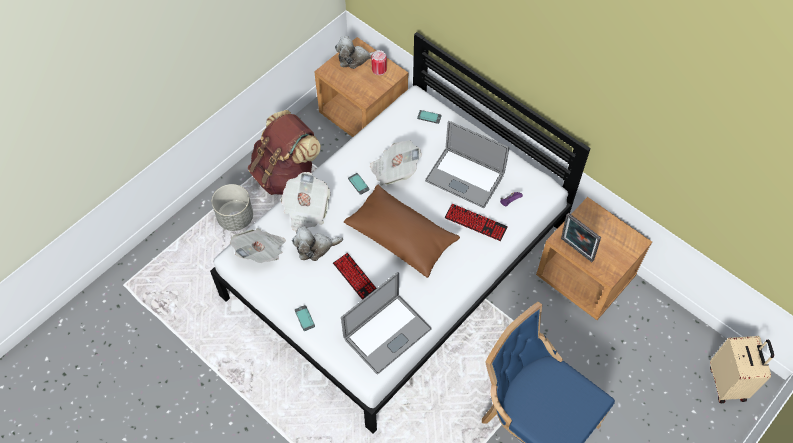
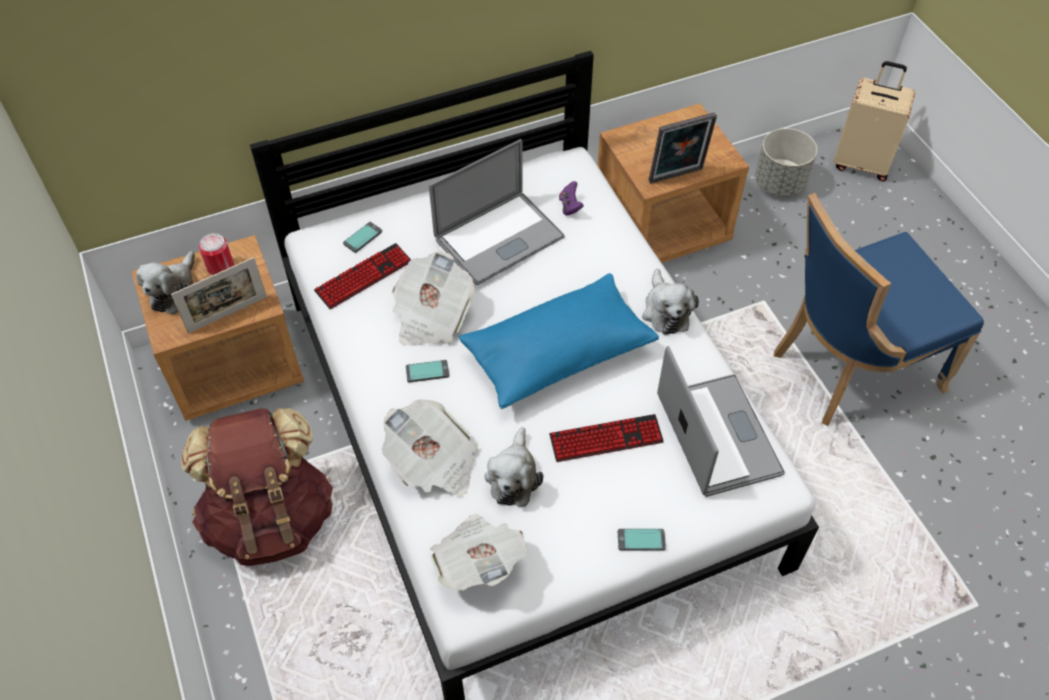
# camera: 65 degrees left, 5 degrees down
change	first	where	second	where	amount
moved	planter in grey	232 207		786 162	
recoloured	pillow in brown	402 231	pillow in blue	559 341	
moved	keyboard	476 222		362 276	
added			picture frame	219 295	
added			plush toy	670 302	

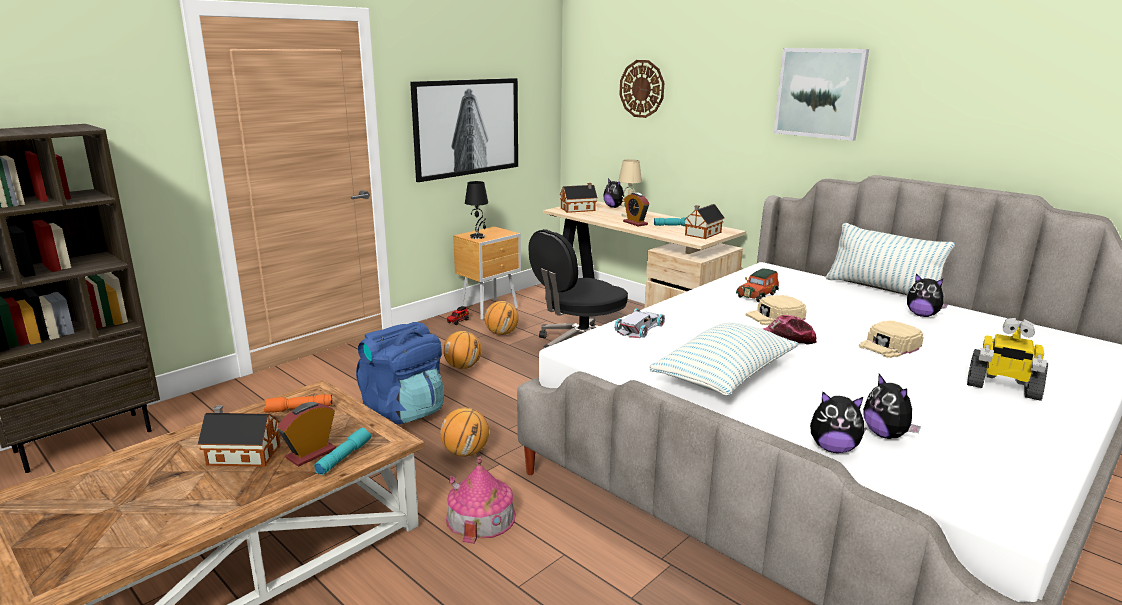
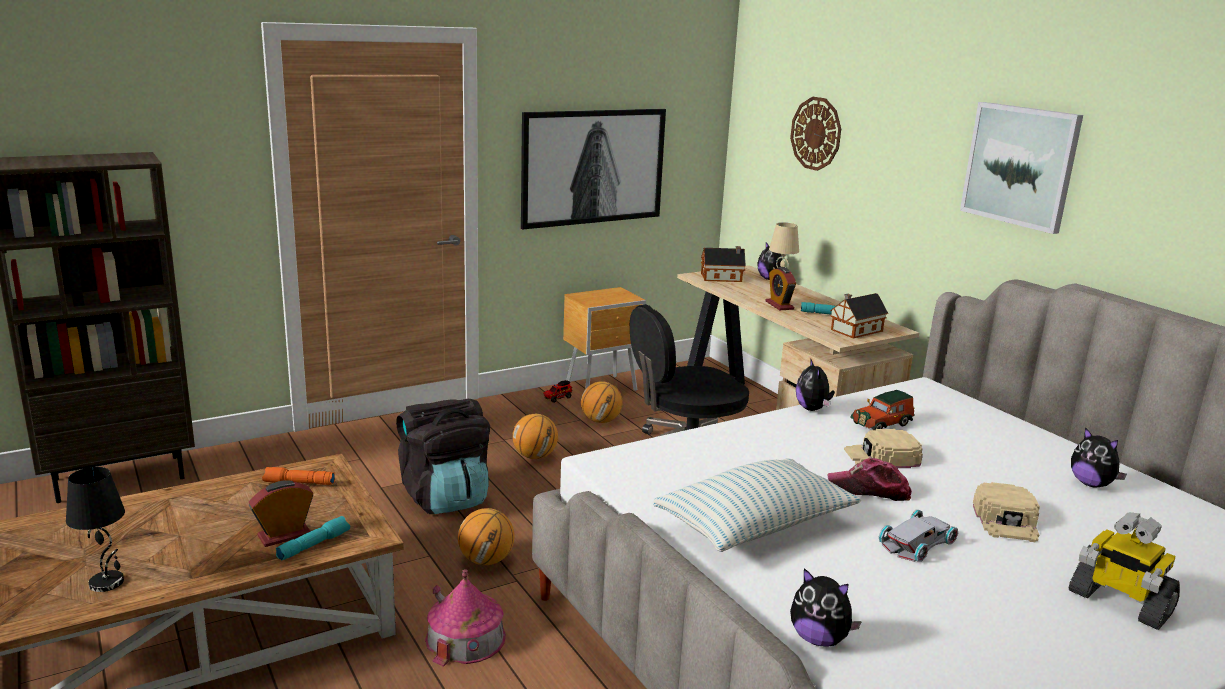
# camera: 15 degrees right, 0 degrees up
change	first	where	second	where	amount
removed	toy house	239 436			
recoloured	backpack in blue	400 373	backpack in black	443 456	
moved	table lamp in black	476 210		95 529	
moved	toy car in white	639 323		918 536	
removed	pillow	890 259			
turned	cap in beige	891 339		1006 512	60 degrees counterclockwise
moved	plush toy	892 406		815 384	

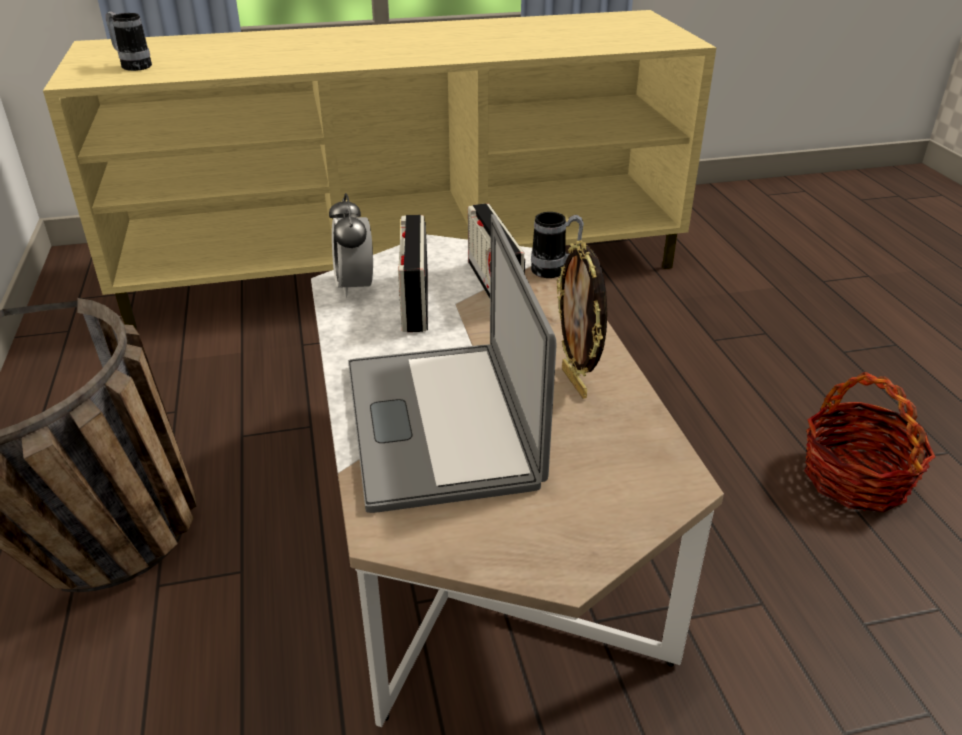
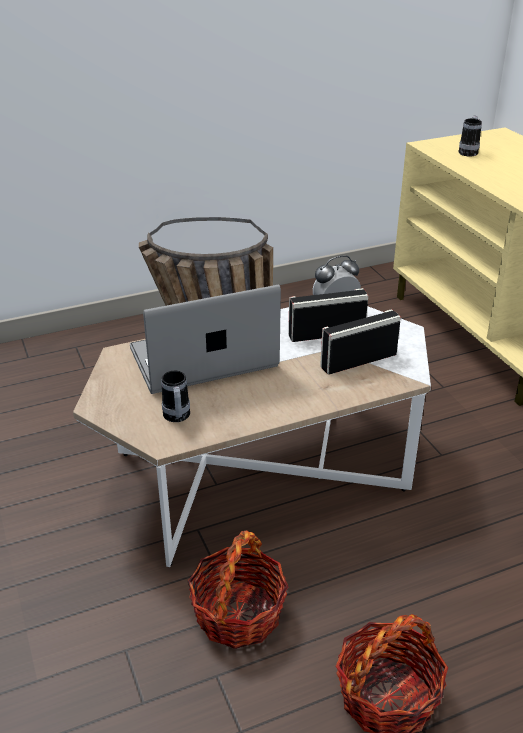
# camera: 80 degrees right, 0 degrees up
change	first	where	second	where	amount
moved	mug	557 245		175 396	
removed	picture frame	582 319			
added			basket	238 590	

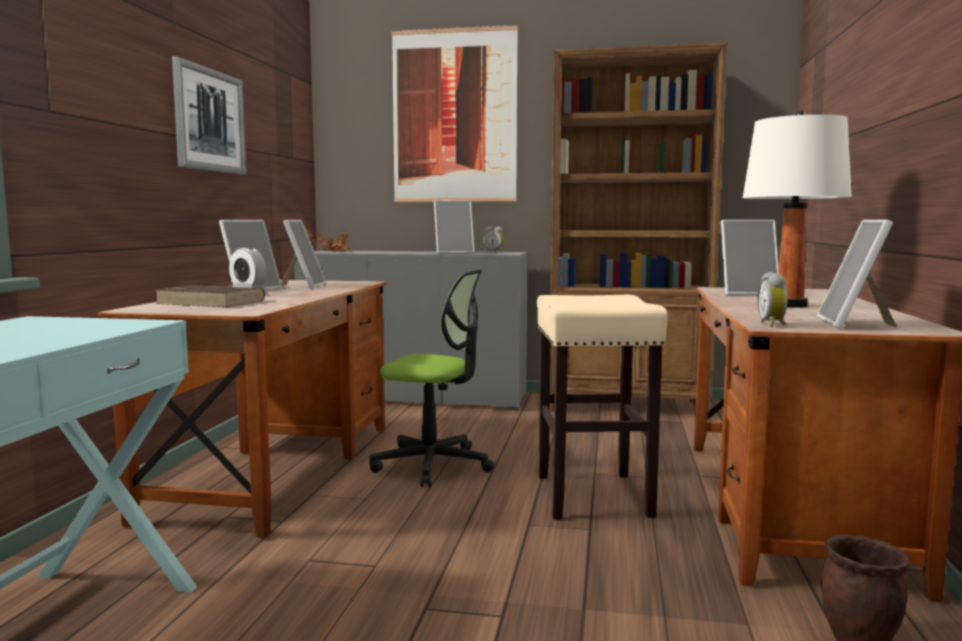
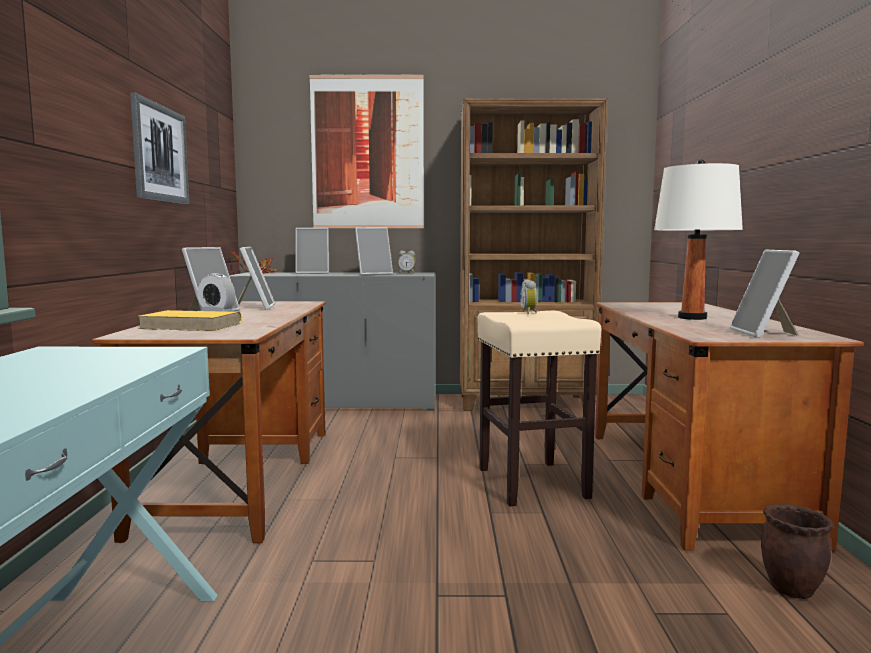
# camera: 10 degrees left, 0 degrees up
change	first	where	second	where	amount
recoloured	book in brown	209 296	book in yellow	190 320	
removed	office chair	432 378			
moved	picture frame	750 258		312 251	
moved	alarm clock	772 299		528 297	

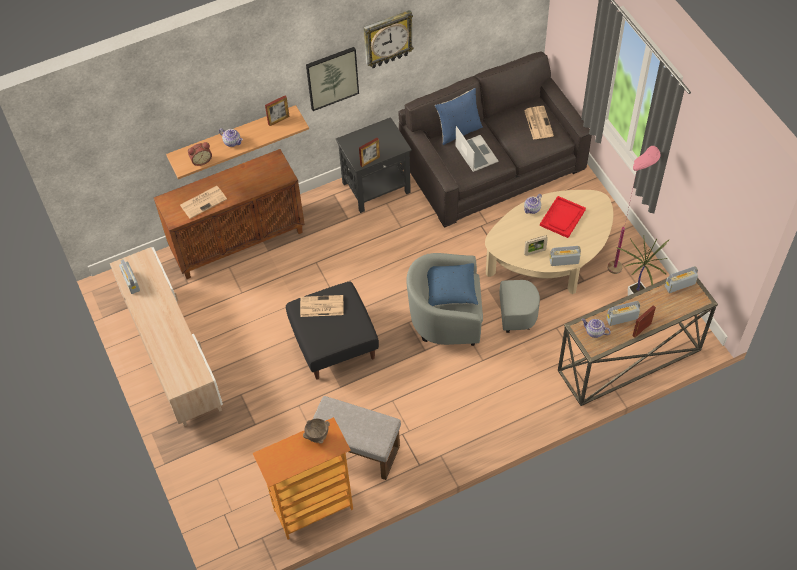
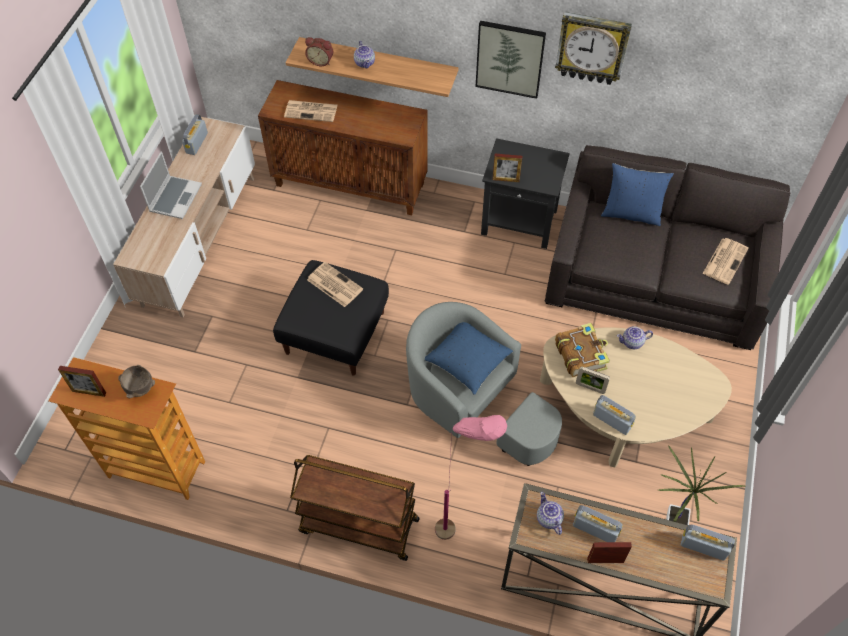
# camera: 40 degrees right, 0 degrees up
change	first	where	second	where	amount
moved	picture frame	277 111		82 381	
removed	ottoman in grey	357 438			
moved	laptop	476 149		171 185	
removed	tray in red	563 217			
moved	floor lamp in pink	634 210		471 477	
added			cart in brown	355 508	
added			book	582 350	

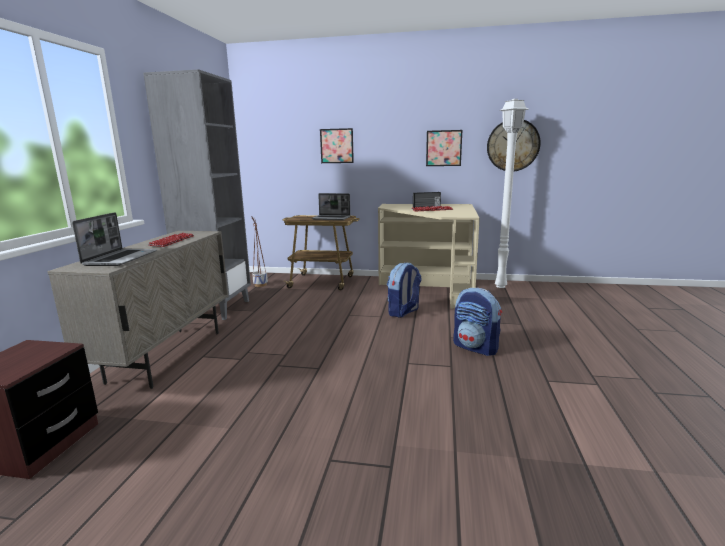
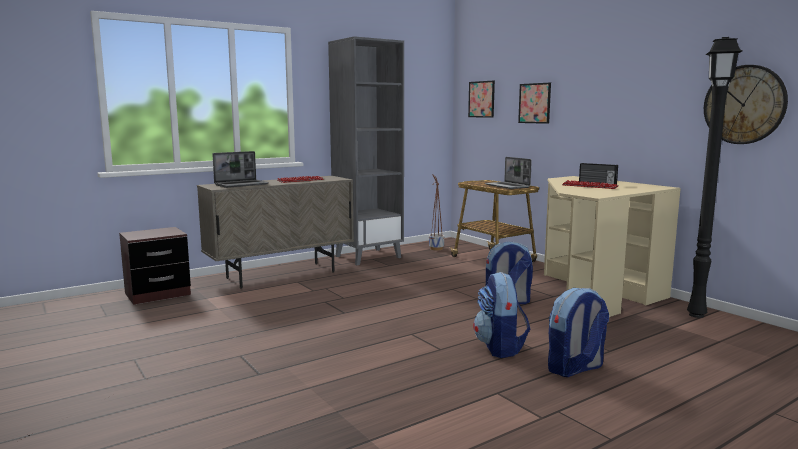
# camera: 45 degrees right, 5 degrees down
change	first	where	second	where	amount
moved	picture	444 148		481 99	
recoloured	floor lamp in white	511 193	floor lamp in black	715 177	
added			backpack	578 332	

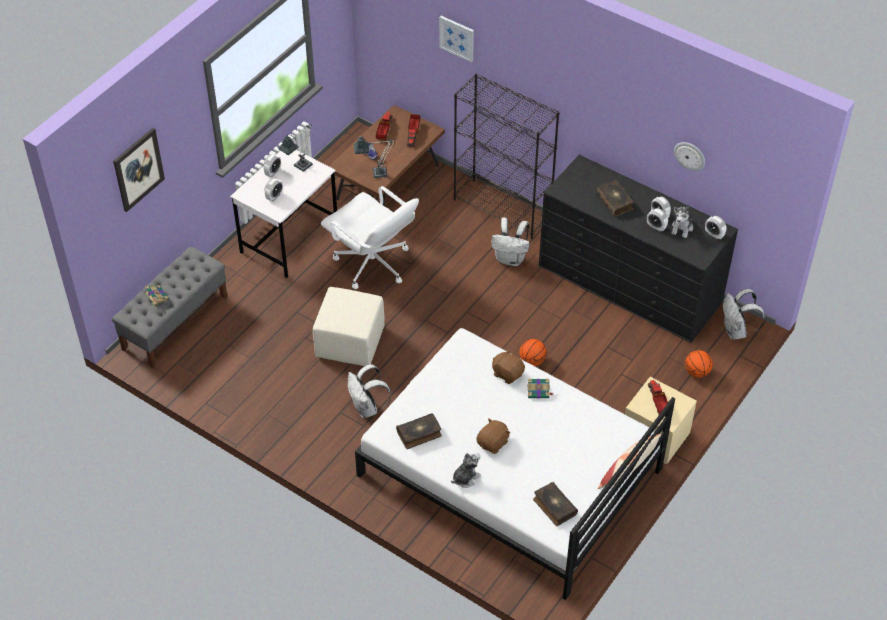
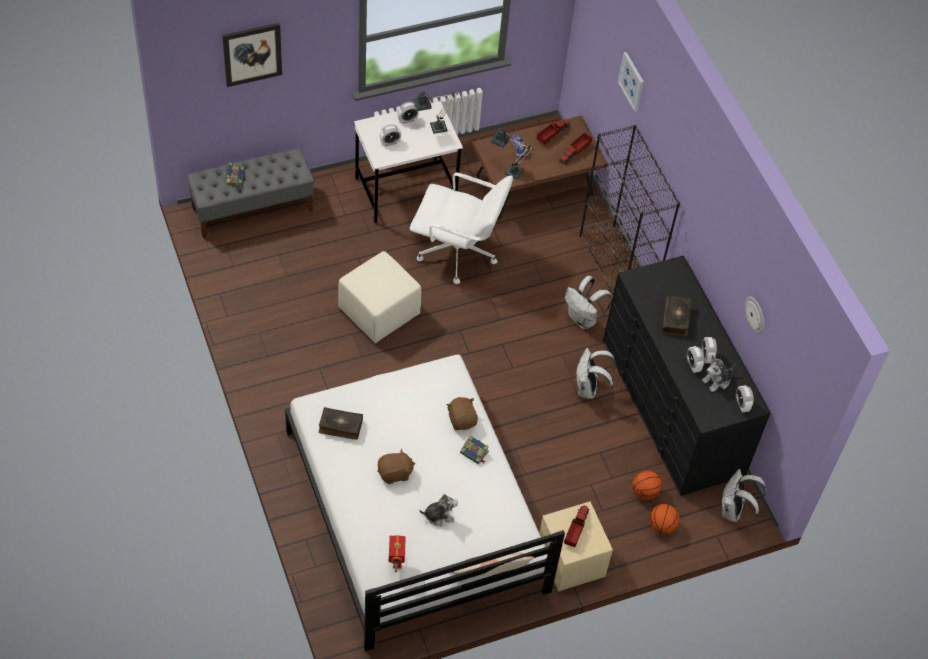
# camera: 30 degrees right, 5 degrees up
change	first	where	second	where	amount
turned	office chair in white	370 237		461 228	60 degrees counterclockwise
moved	backpack in white	370 391		595 373	
moved	plush toy	466 470		439 510	
moved	basketball	533 352		647 485	
replaced	book	555 504	toy robot	397 553	

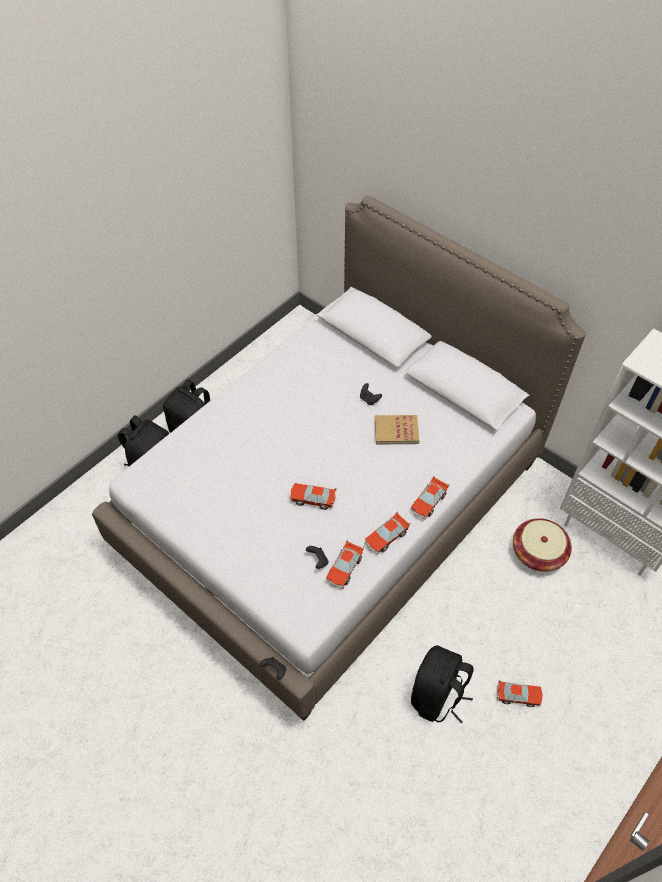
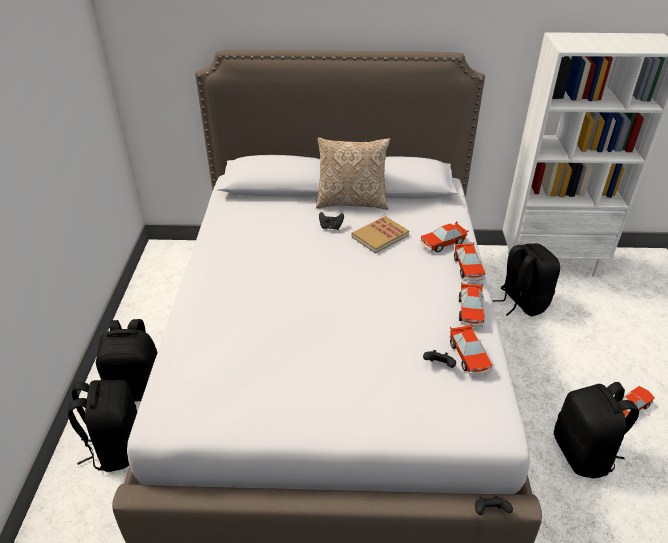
# camera: 40 degrees left, 15 degrees down
change	first	where	second	where	amount
moved	toy car	313 496		444 236	
replaced	basket	542 545	backpack in black	526 280	
added			pillow	353 173	

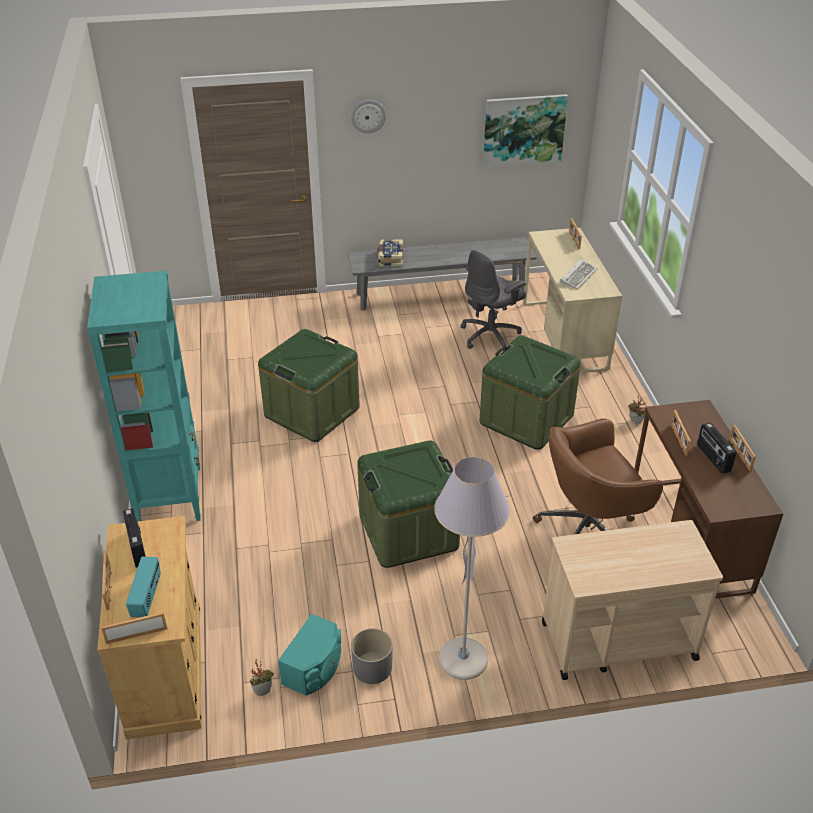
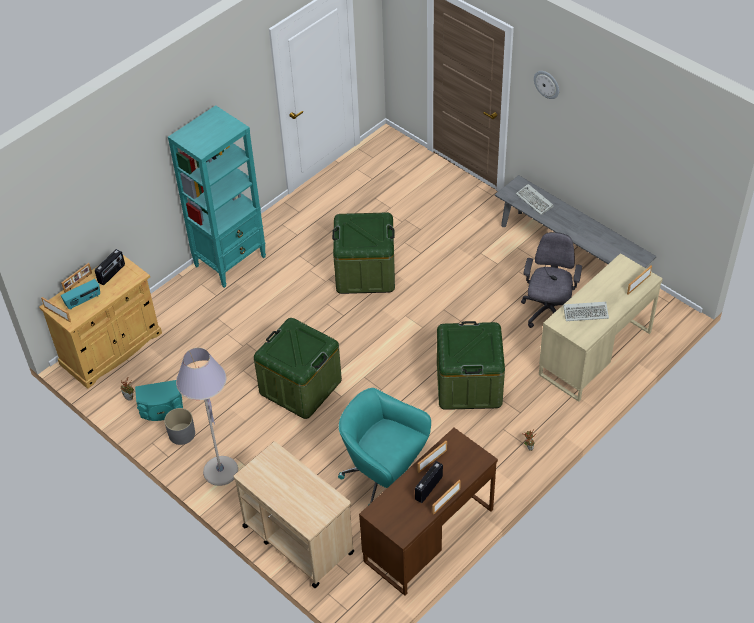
# camera: 55 degrees right, 10 degrees up
change	first	where	second	where	amount
replaced	book	390 253	keyboard	535 199	
turned	office chair in grey	493 300		551 280	90 degrees clockwise
removed	picture	525 131			
recoloured	office chair in brown	598 476	office chair in turquoise	384 445	

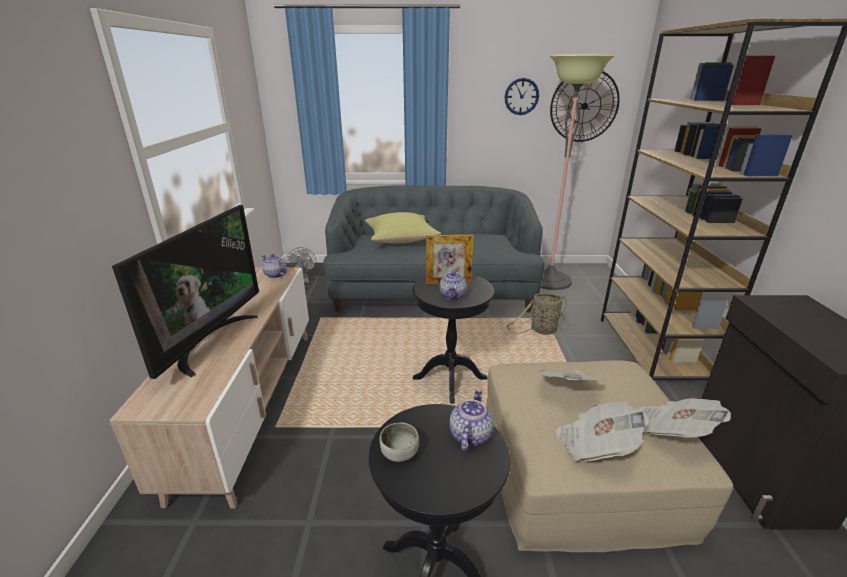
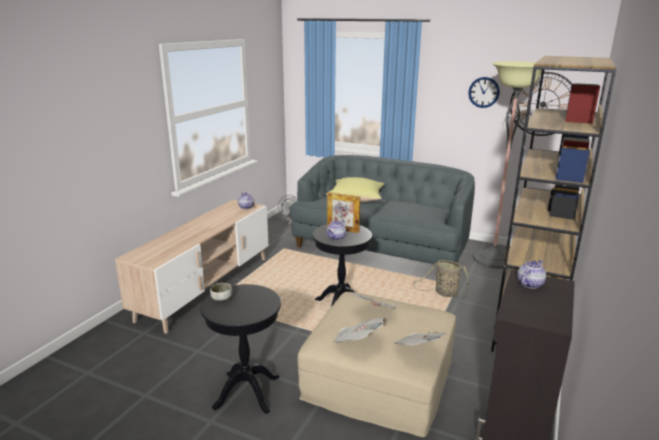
# camera: 25 degrees right, 5 degrees down
change	first	where	second	where	amount
removed	television	185 292			
moved	teapot	472 420		531 274	

